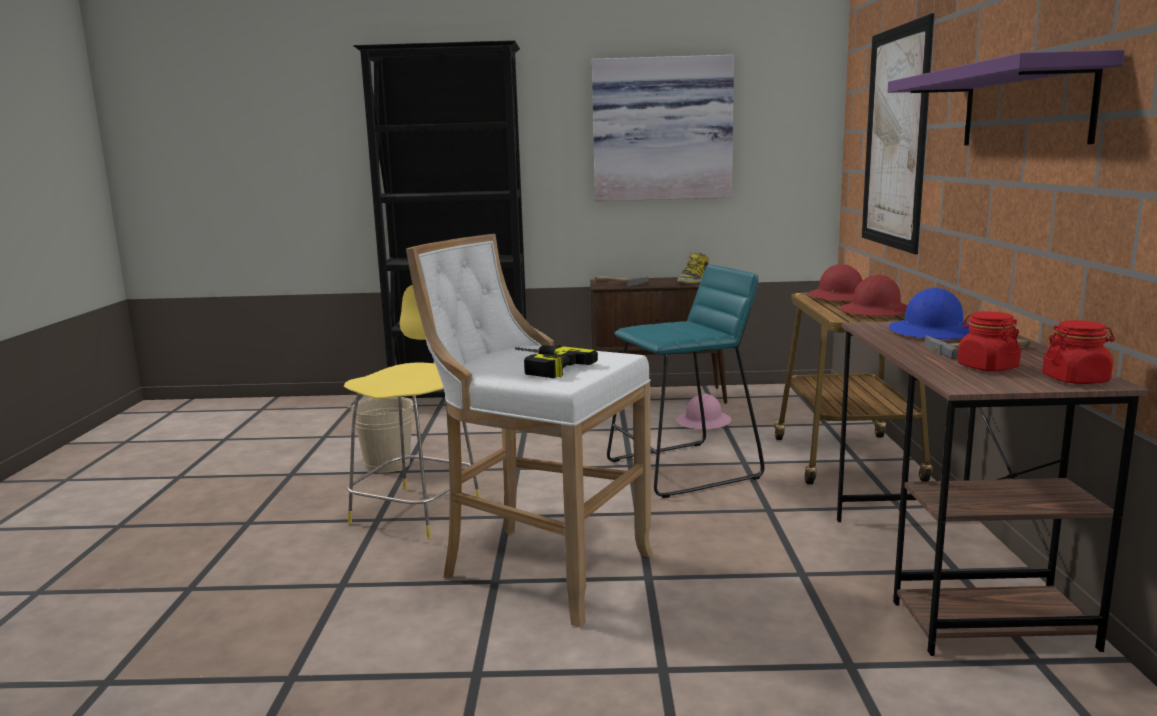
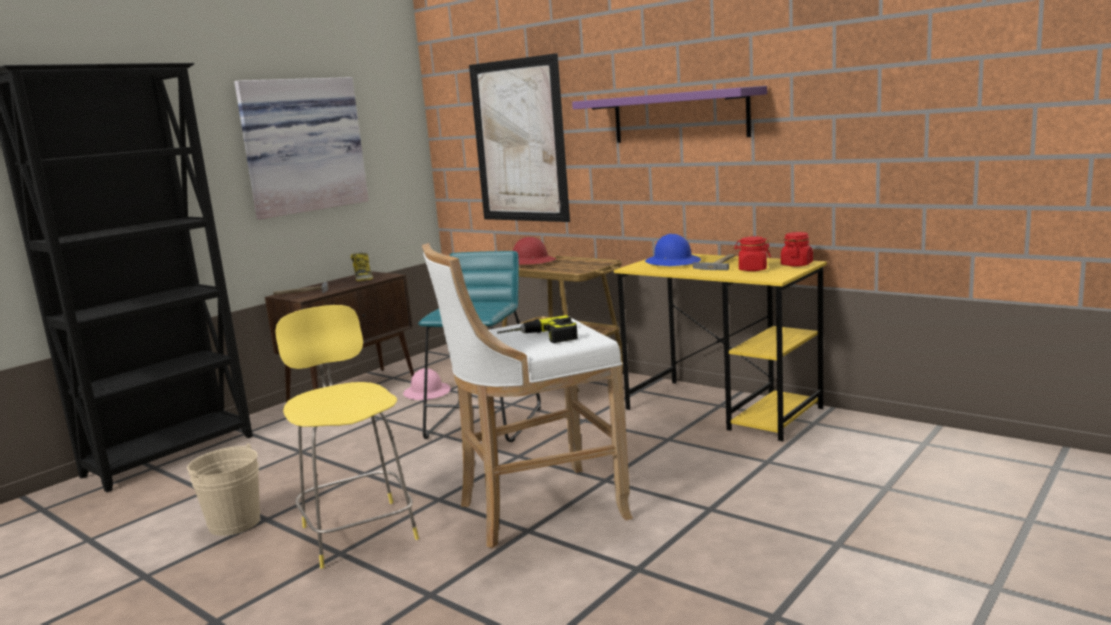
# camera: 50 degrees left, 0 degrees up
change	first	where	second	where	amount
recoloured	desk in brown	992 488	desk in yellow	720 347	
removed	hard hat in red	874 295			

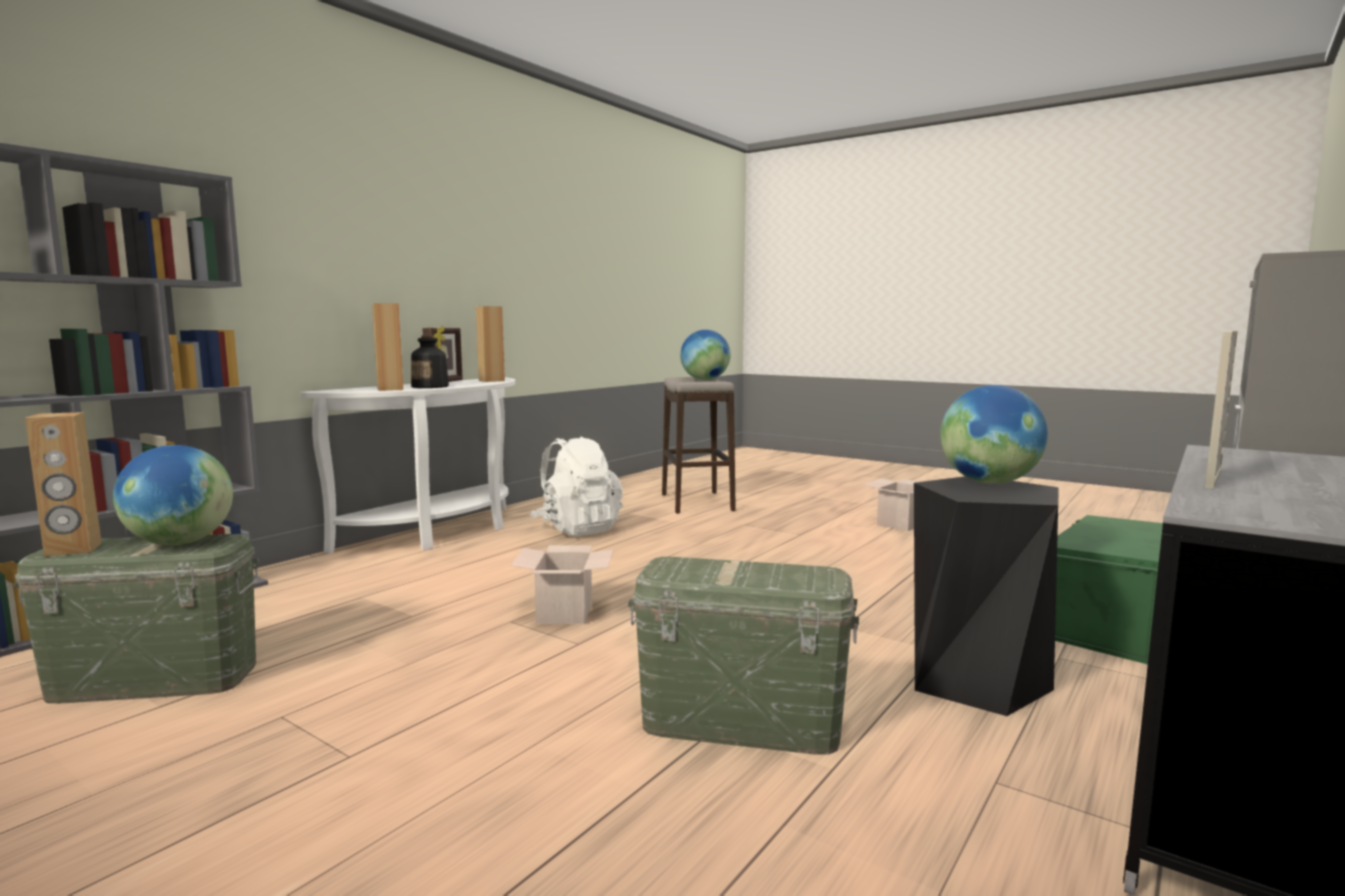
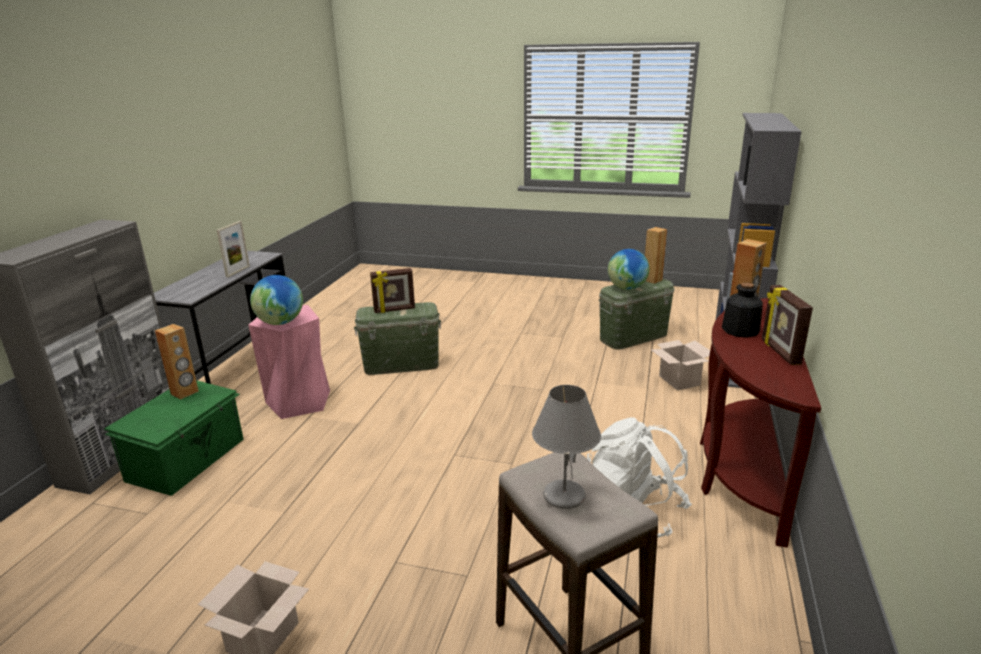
# camera: 160 degrees right, 15 degrees up
change	first	where	second	where	amount
recoloured	console table in white	407 466	console table in brown	760 423	
moved	speaker in brown	490 344		177 362	
moved	cardboard box	562 584		680 365	
replaced	globe	705 355	table lamp in grey	566 447	
recoloured	stool in black	986 596	stool in pink	289 362	
added			picture frame	392 290	

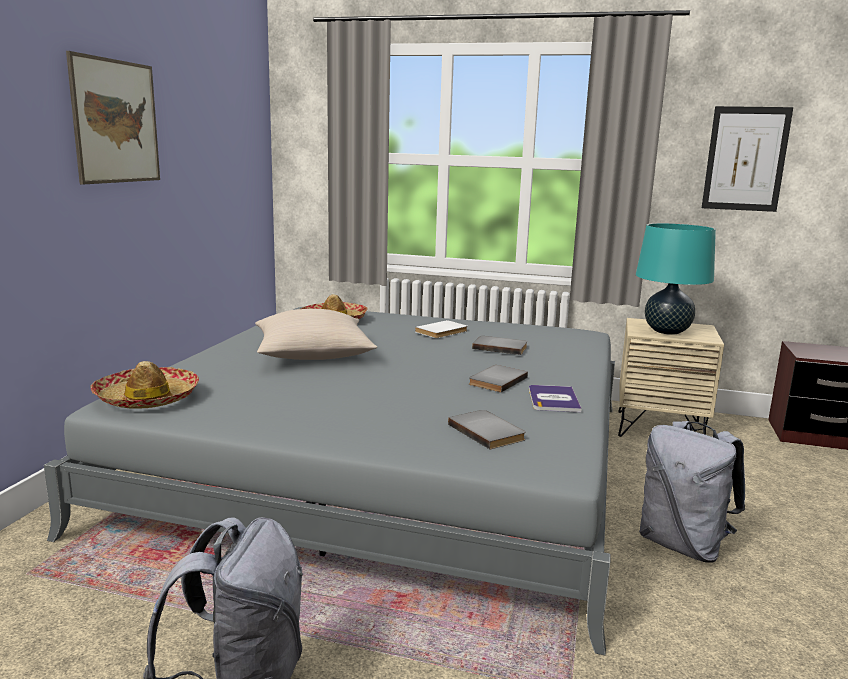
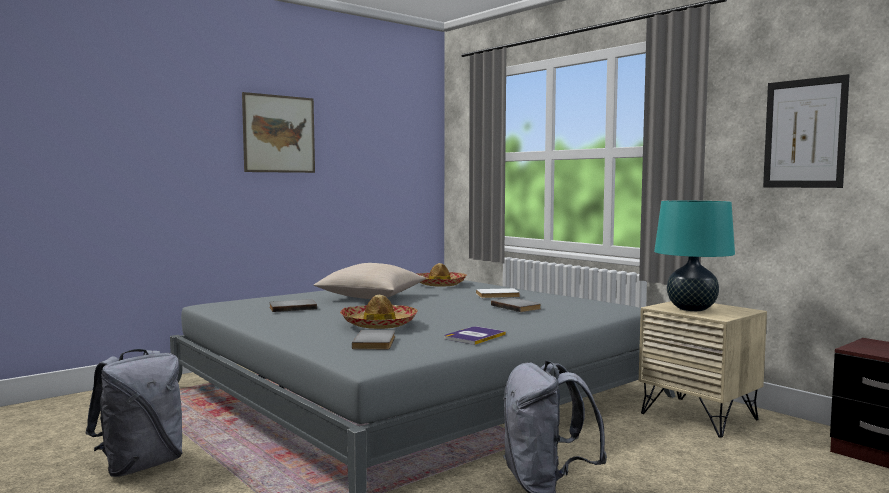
# camera: 35 degrees right, 10 degrees down
change	first	where	second	where	amount
moved	hat	144 385		379 312	
moved	book in grey	498 379		293 305	

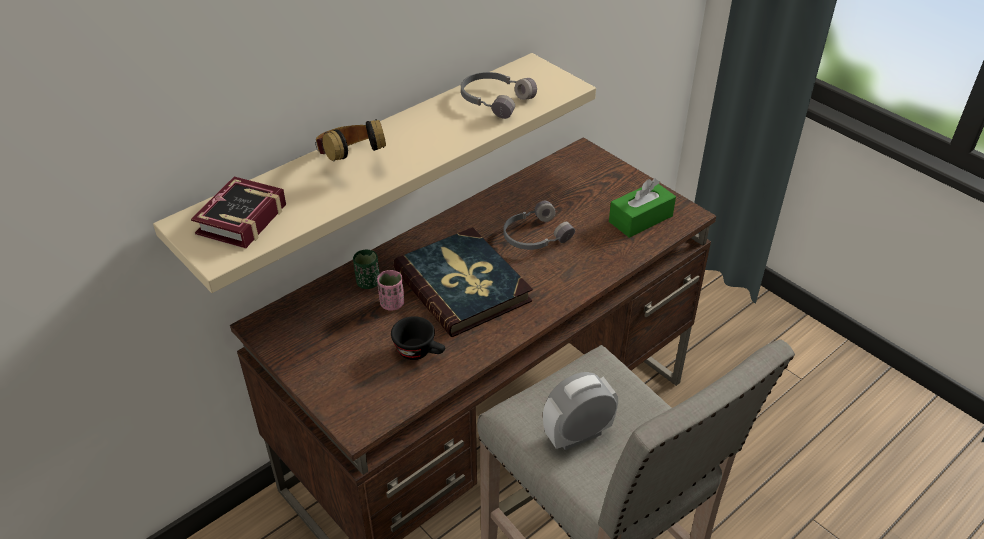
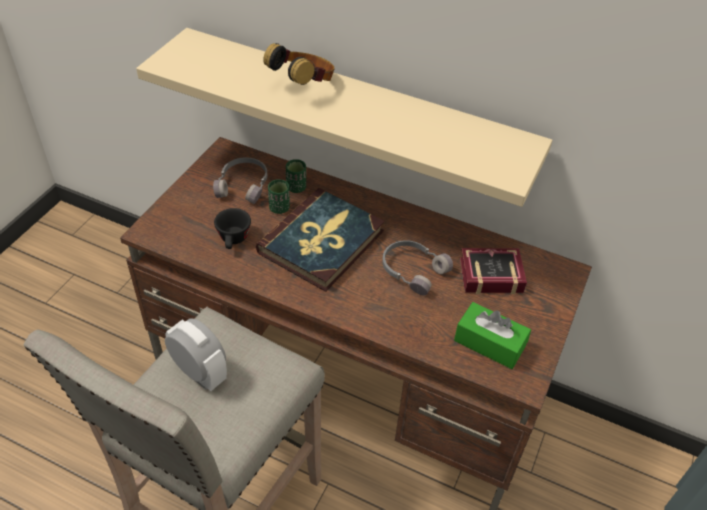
# camera: 65 degrees right, 5 degrees up
change	first	where	second	where	amount
moved	book	238 212		493 271	
recoloured	cup in pink	390 290	cup in green	279 196	
moved	headphones in grey	499 95		240 180	

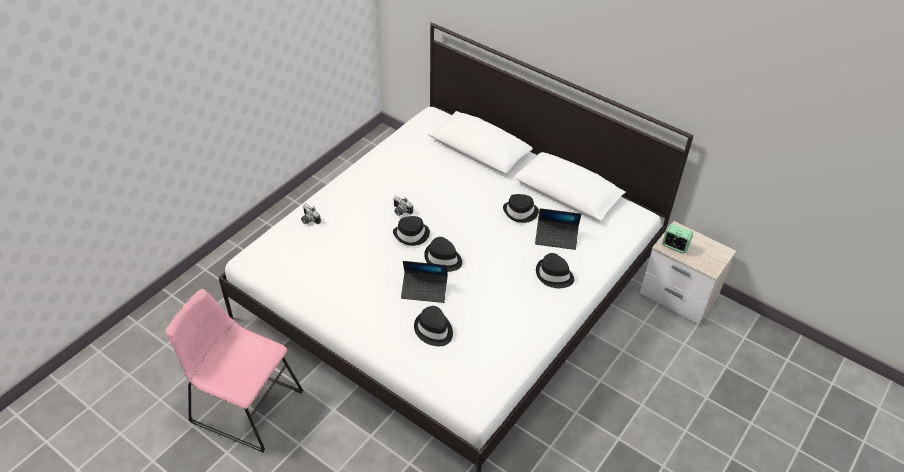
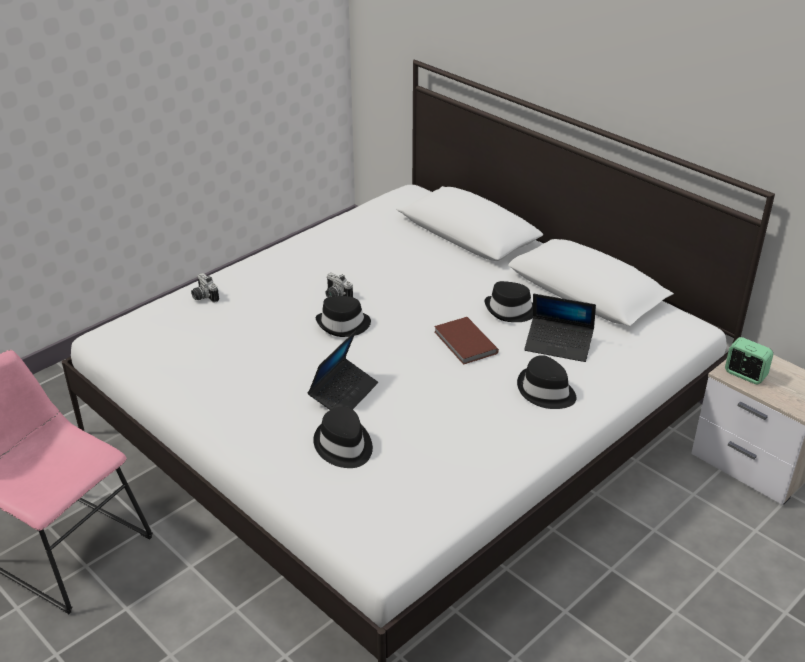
# camera: 10 degrees right, 10 degrees down
change	first	where	second	where	amount
turned	laptop	424 282		342 370	75 degrees counterclockwise
removed	hat in black	443 254			
added			book in brown	466 341	

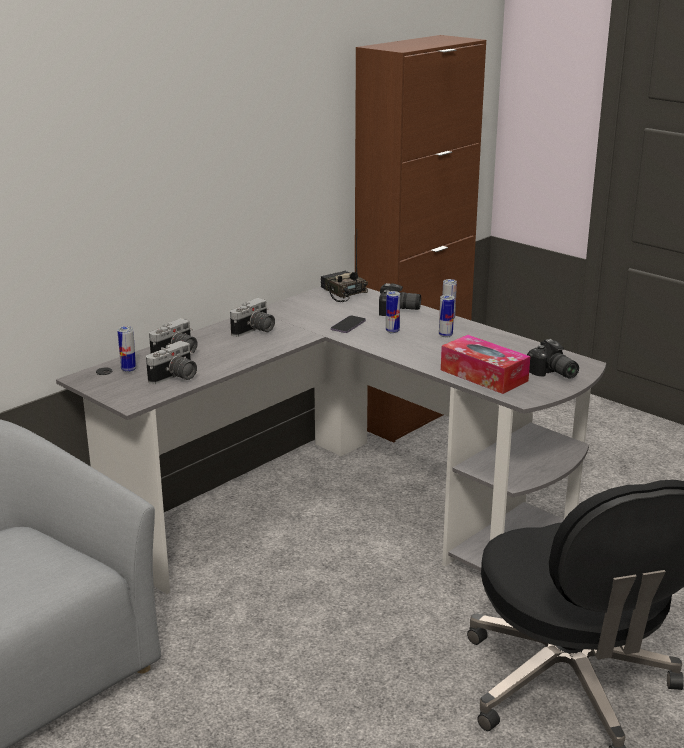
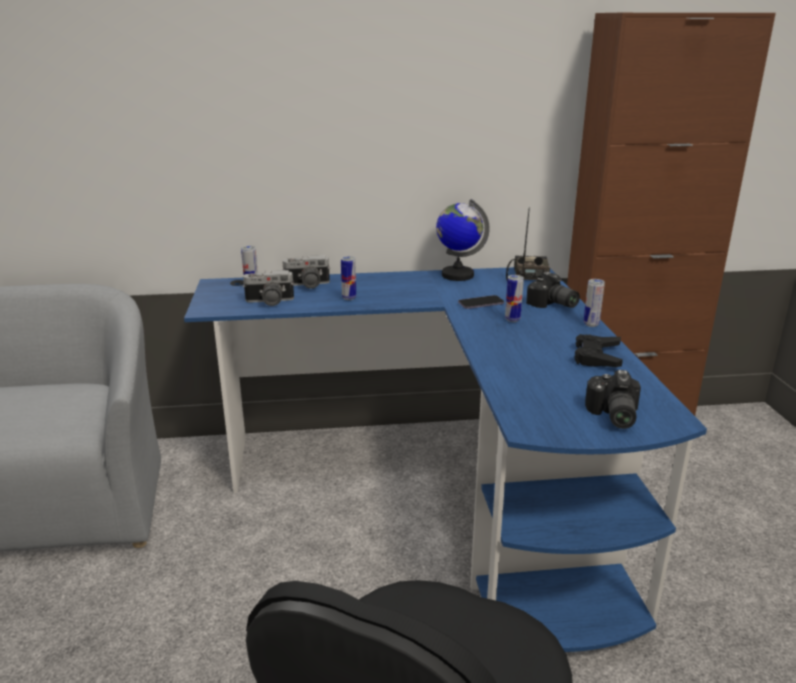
# camera: 40 degrees right, 0 degrees up
change	first	where	second	where	amount
recoloured	desk in grey	331 440	desk in blue	445 459	
removed	photo camera	252 317			
moved	can	447 316		348 278	
removed	tissue box	485 364			
added			globe	463 240	
added			game controller in black	598 350	

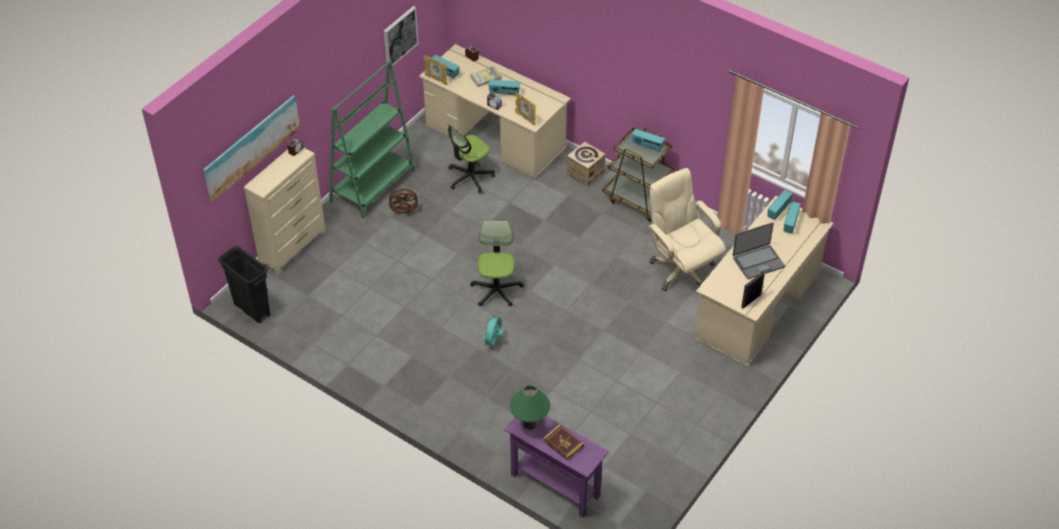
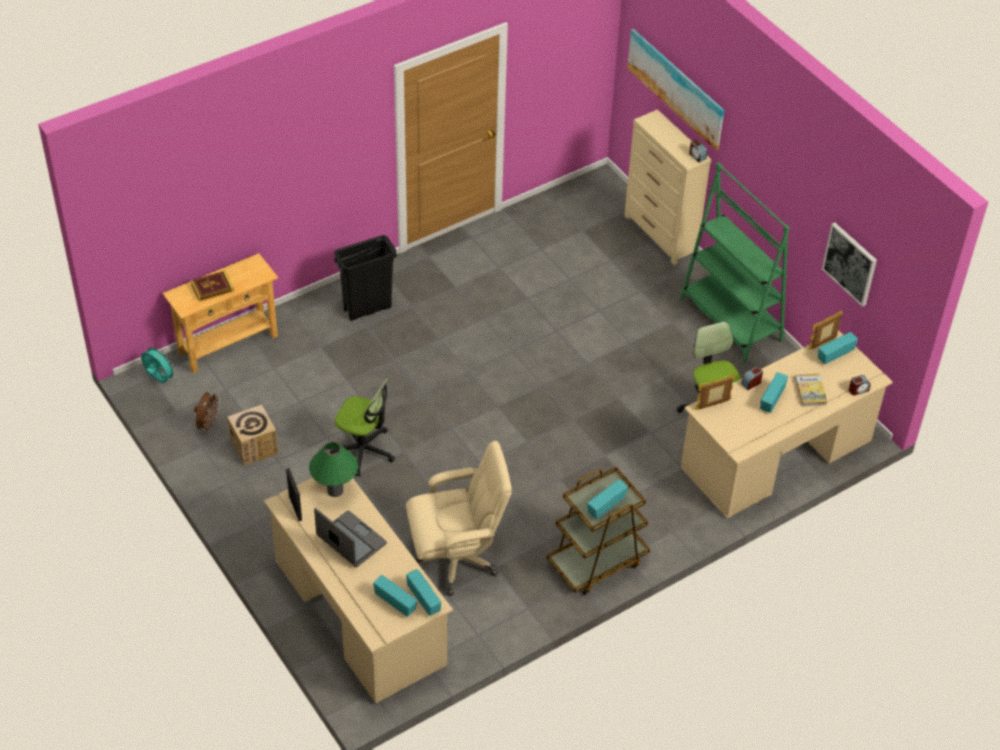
# camera: 110 degrees right, 0 degrees up
change	first	where	second	where	amount
moved	trash can in black	244 284		365 278	
moved	fan in brown	403 200		207 412	
moved	office chair	497 263		362 427	
moved	fan in turquoise	492 330		158 364	
recoloured	console table in purple	556 467	console table in beige	220 313	
moved	table lamp in green	530 407		333 469	
moved	cardboard box	586 165		252 435	
turned	laptop	759 250		350 537	135 degrees clockwise

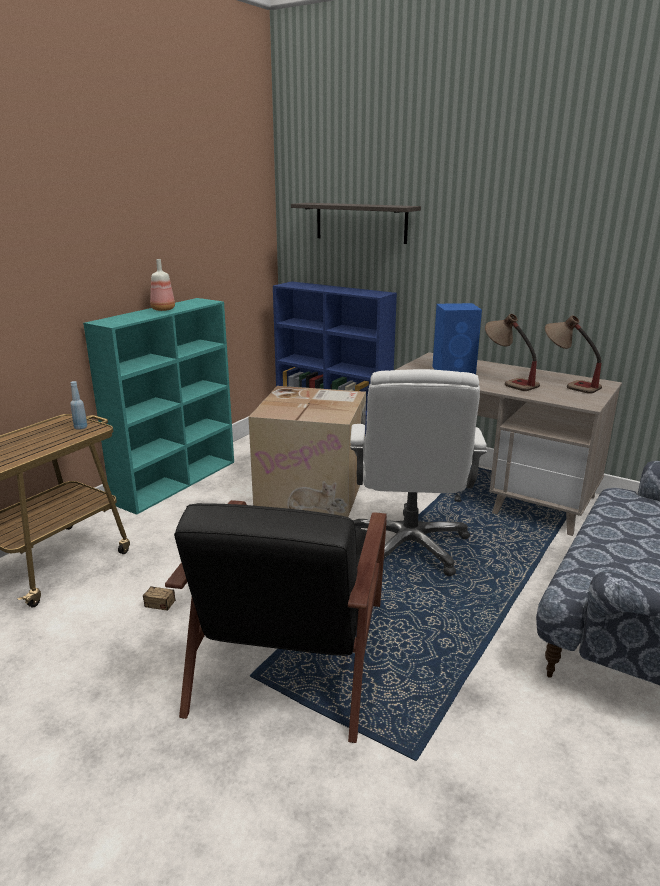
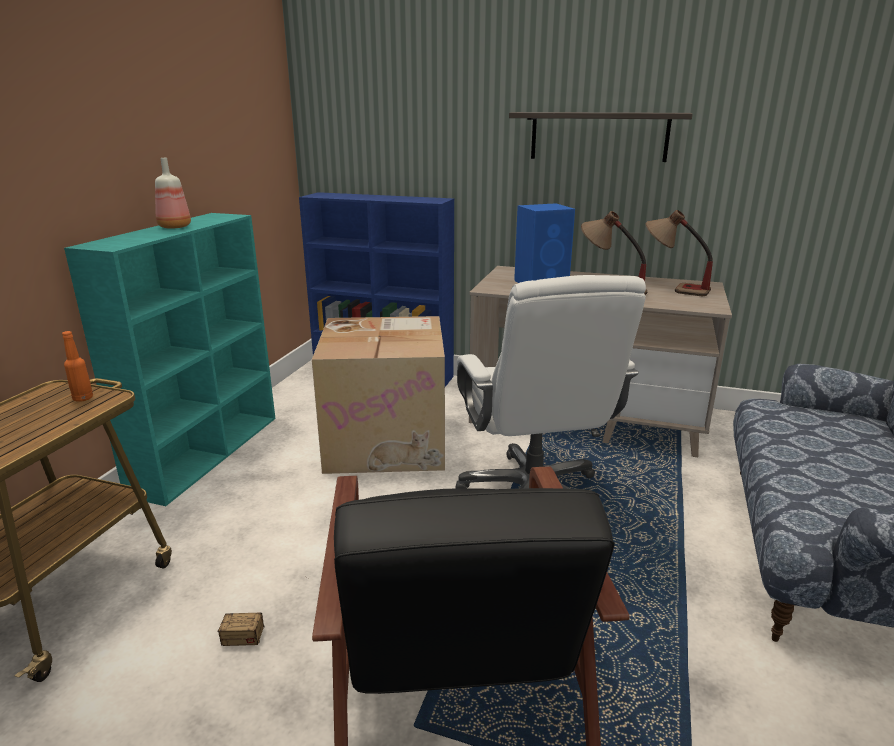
# camera: 15 degrees left, 0 degrees up
change	first	where	second	where	amount
recoloured	bottle in blue	78 405	bottle in orange	77 366	
moved	shelf	356 223		601 137	

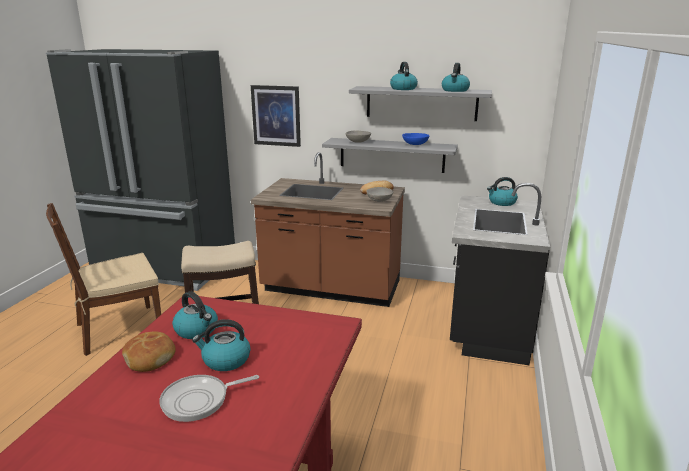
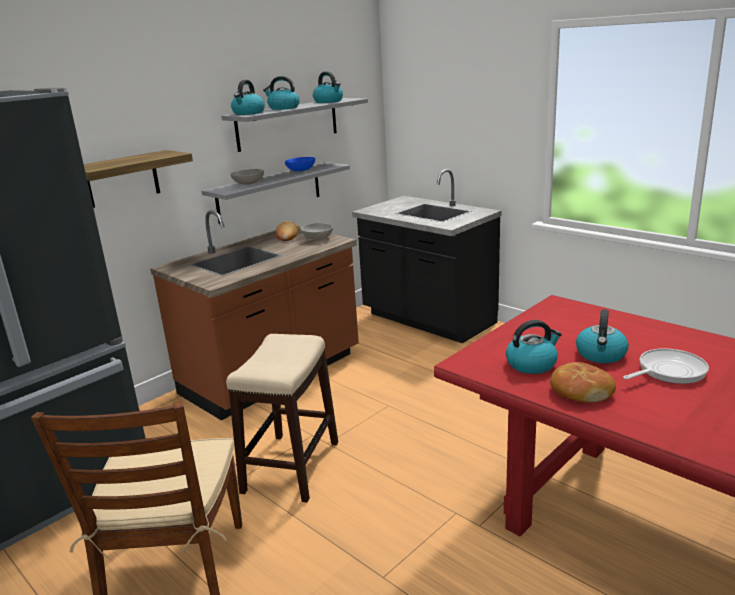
# camera: 60 degrees left, 0 degrees up
change	first	where	second	where	amount
turned	frying pan	209 398		666 366	120 degrees counterclockwise
replaced	picture	276 116	shelf	138 179	
moved	kettle	502 191		248 97	

